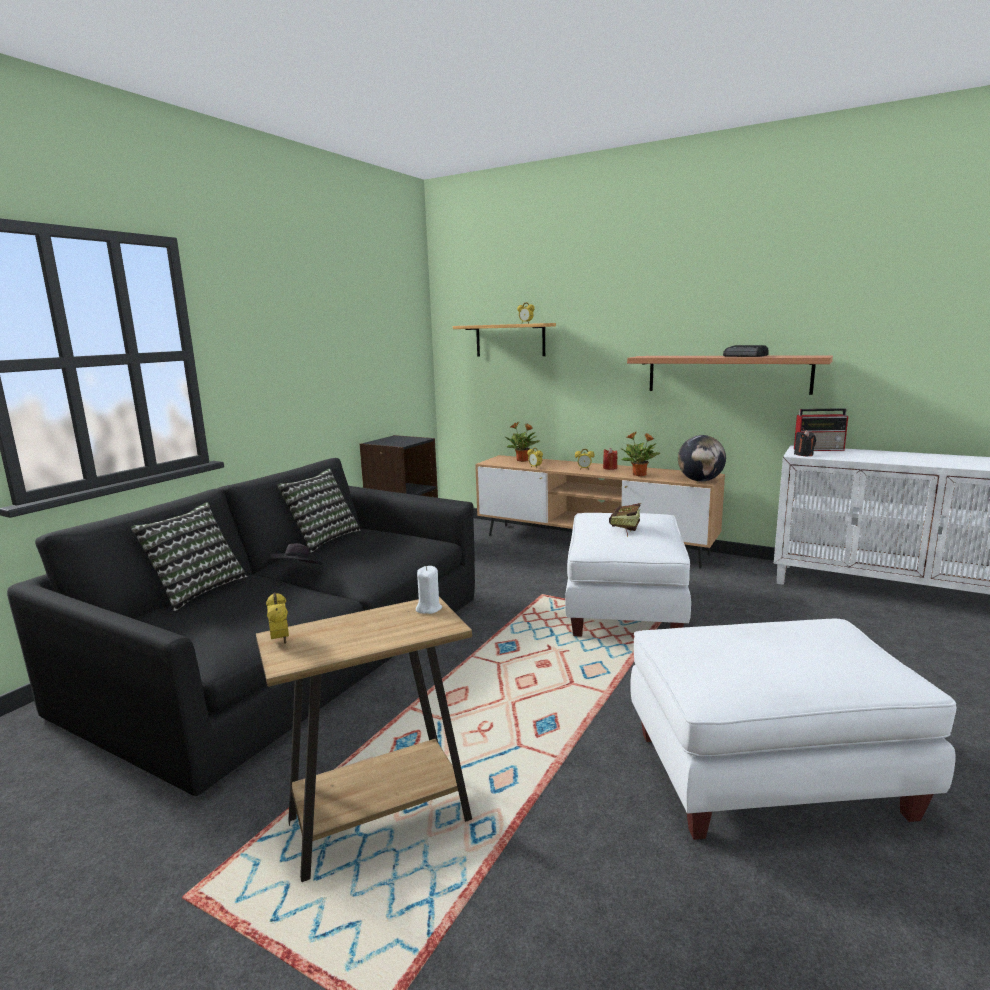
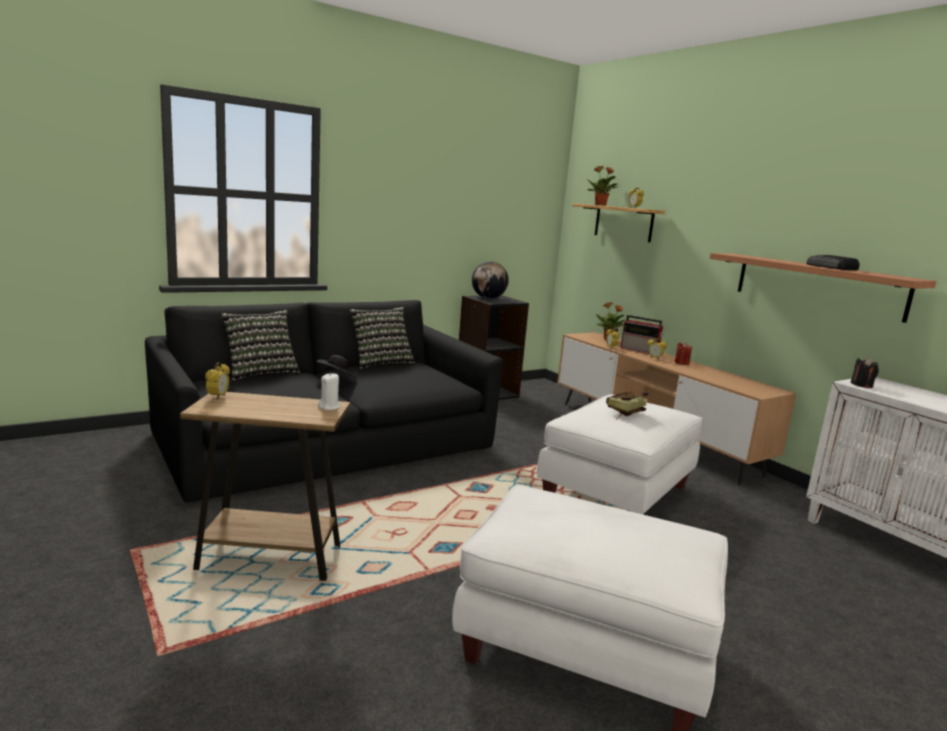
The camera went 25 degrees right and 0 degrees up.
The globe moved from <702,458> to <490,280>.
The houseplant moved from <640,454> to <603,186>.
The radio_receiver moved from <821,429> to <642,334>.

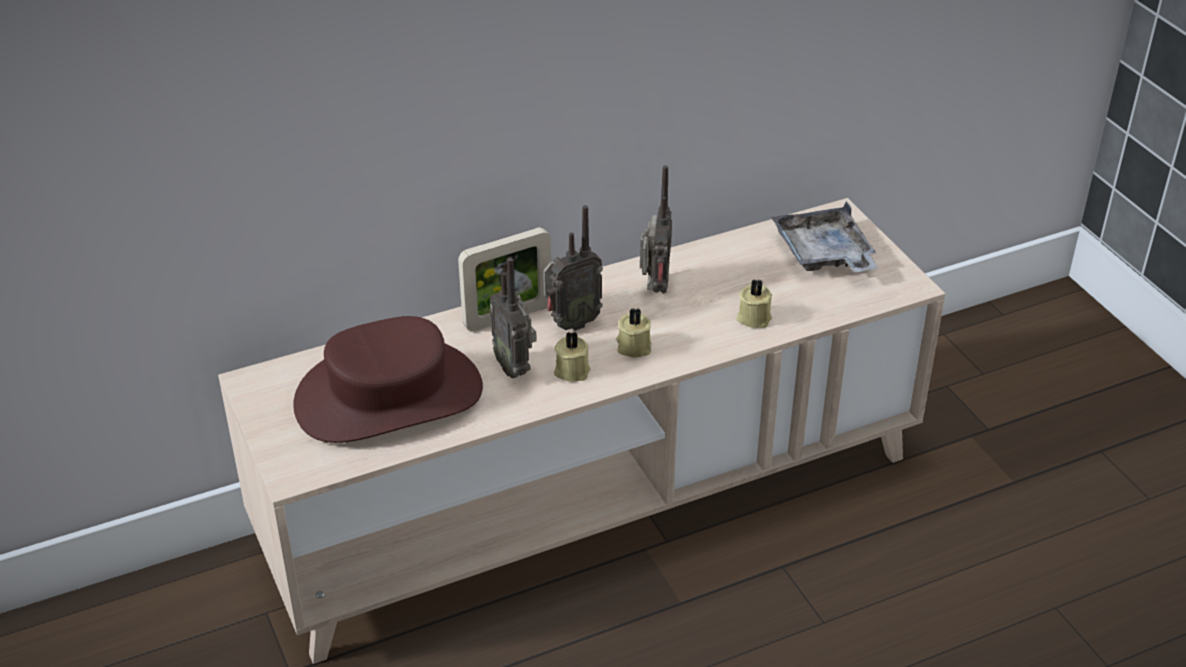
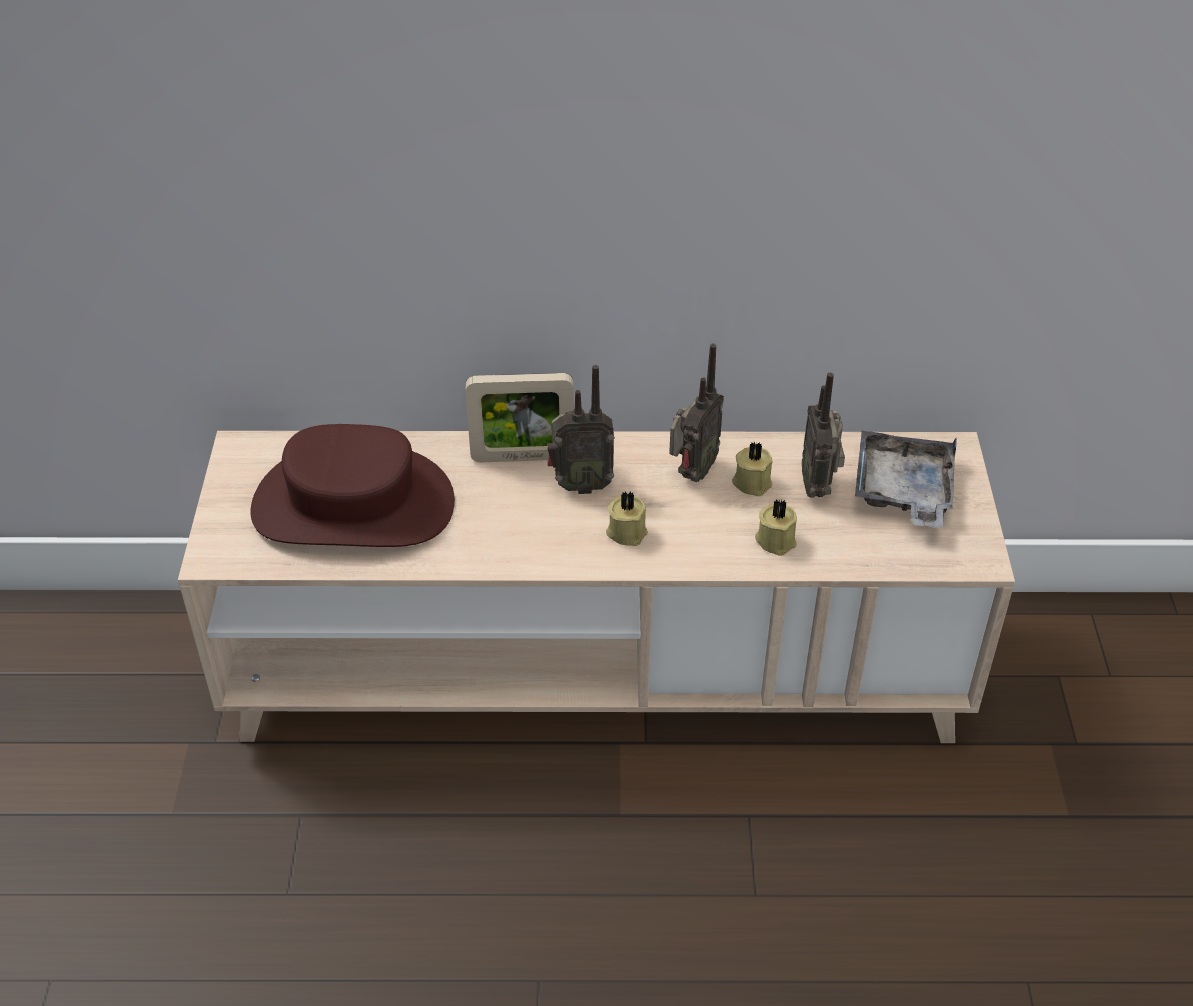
The camera went 25 degrees right and 5 degrees up.
The beige-coloured_wax_candle moved from <572,356> to <752,469>.
The radio_receiver moved from <513,318> to <823,435>.

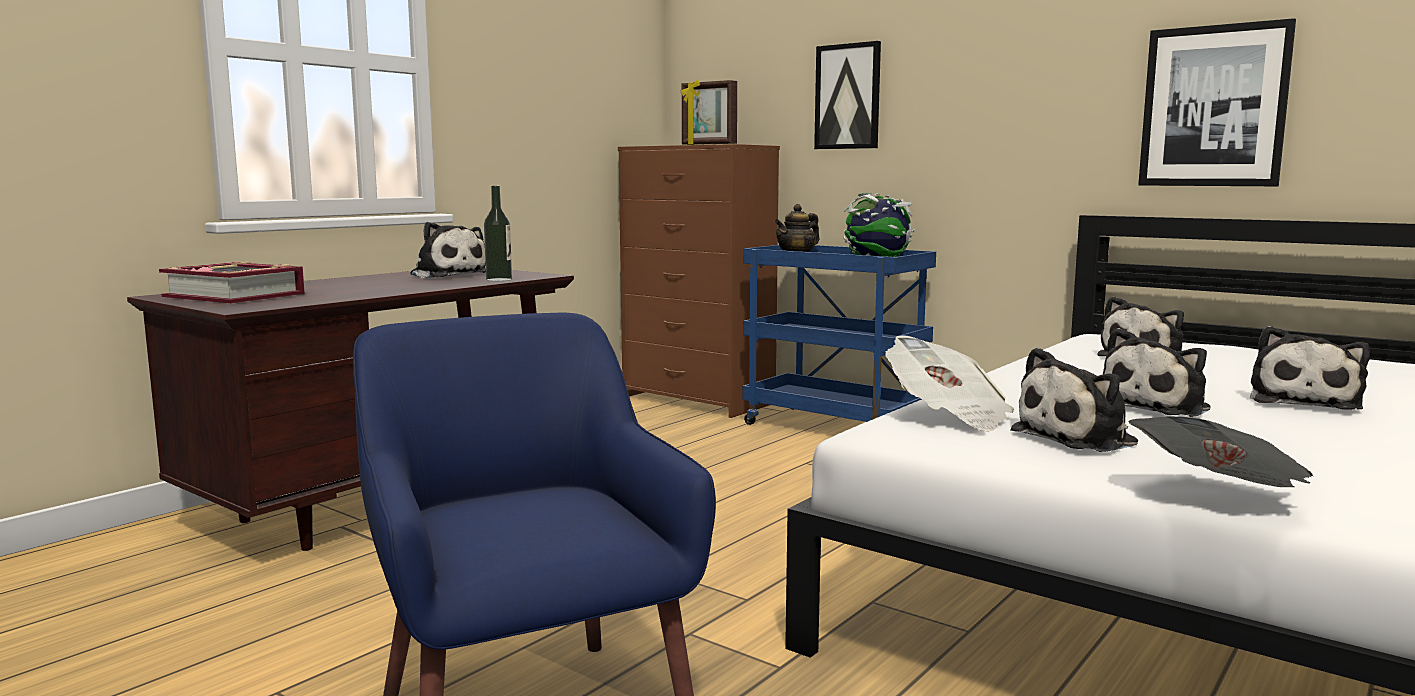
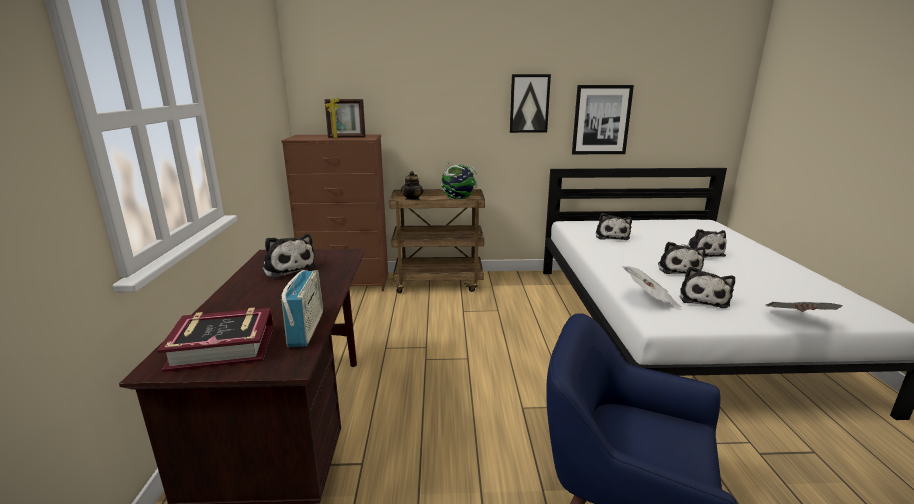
The camera went 40 degrees left and 10 degrees up.
The cuddly_toy at <448,250> turned 45 degrees clockwise.
The radio_receiver at <302,308> appeared.
The bluish_cart at <839,335> became the brownish_cart at <437,241>.
The wall_picture moved from <847,95> to <530,103>.
The bottle at <498,233> disappeared.

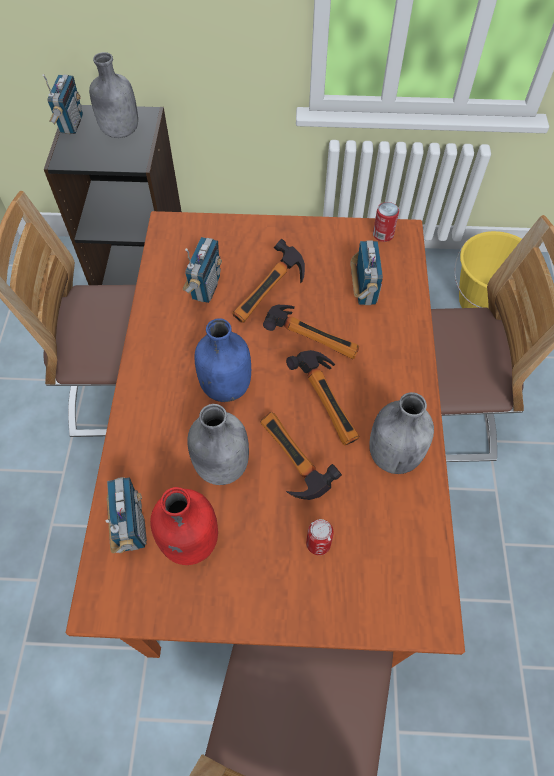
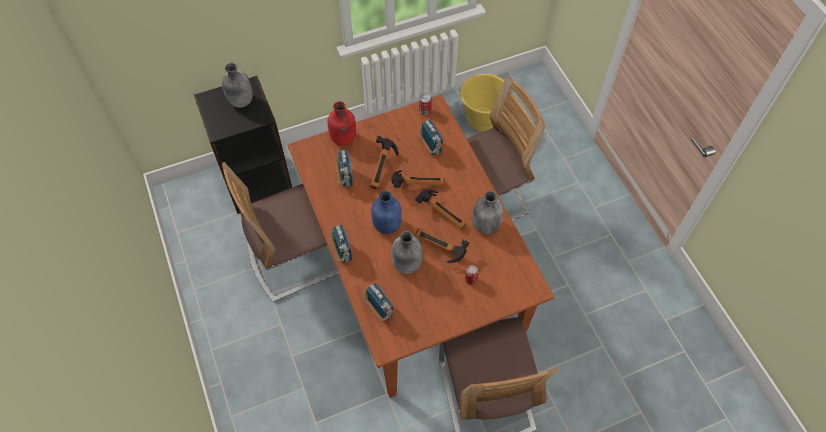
The camera went 25 degrees left and 0 degrees up.
The red_bottle moved from <184,526> to <342,124>.
The radio_receiver moved from <62,104> to <341,244>.

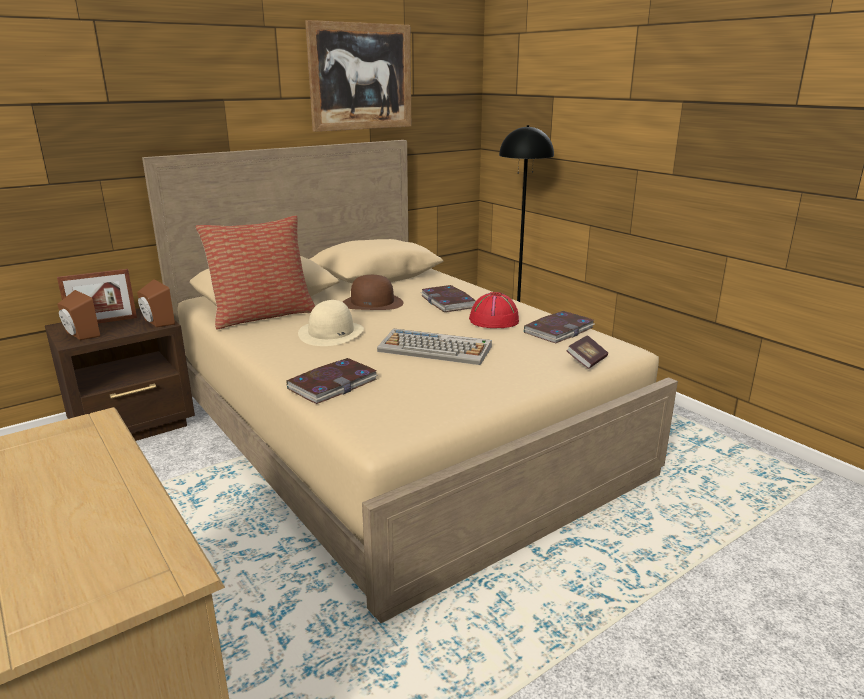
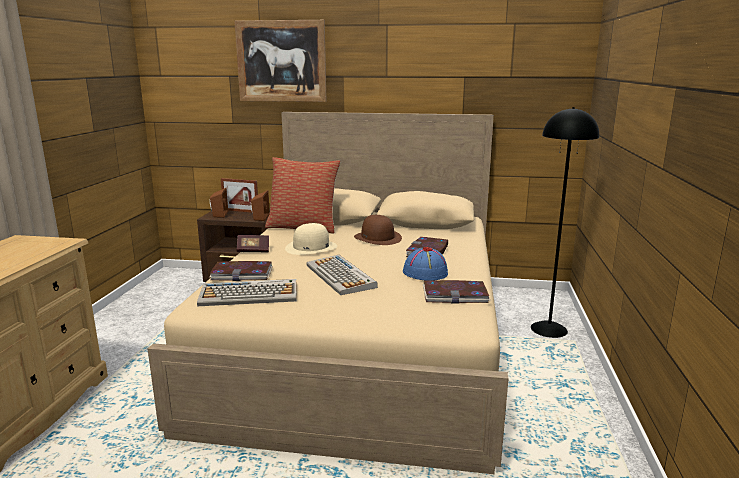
The camera went 45 degrees right and 5 degrees down.
The keyboard at <247,292> appeared.
The wall_picture moved from <358,76> to <280,61>.
The volume moved from <587,352> to <252,244>.
The red_clothing_hat at <494,310> became the bluish_clothing_hat at <425,264>.

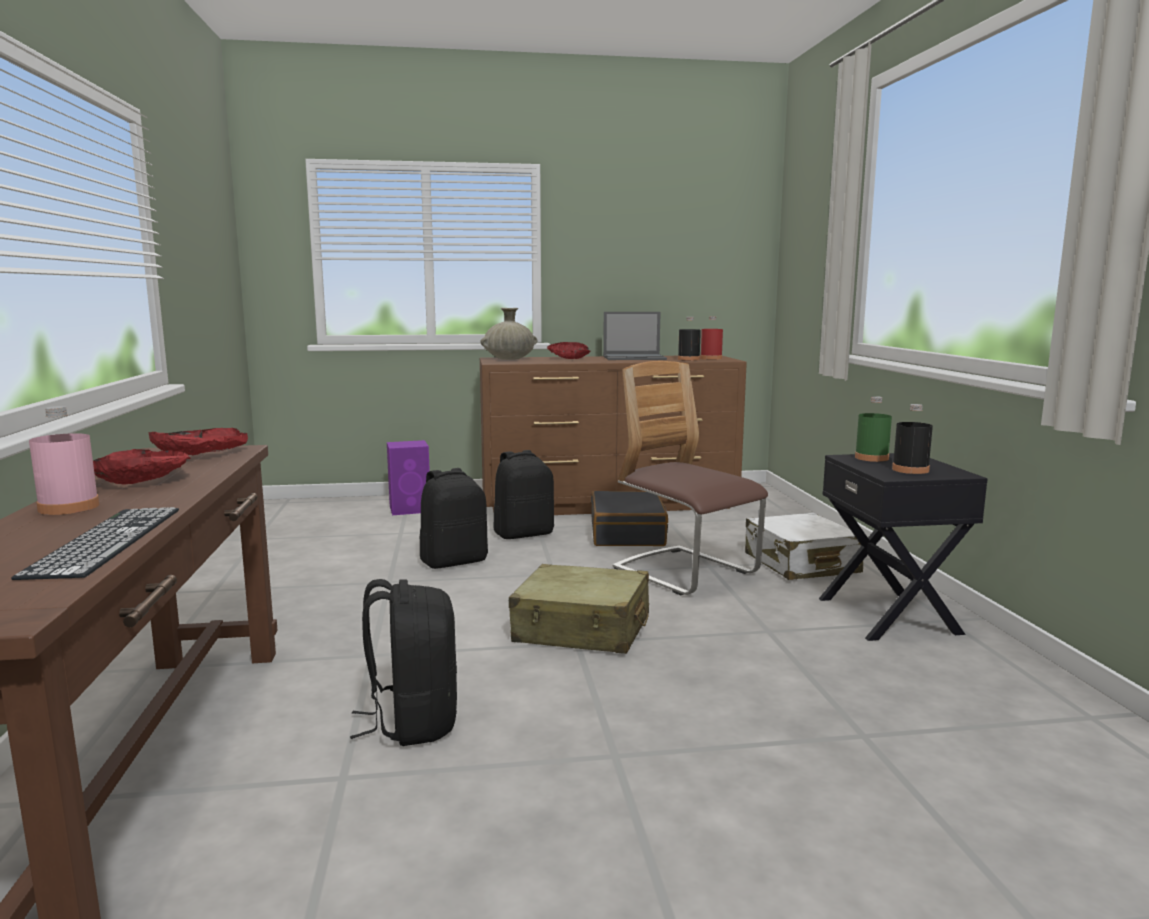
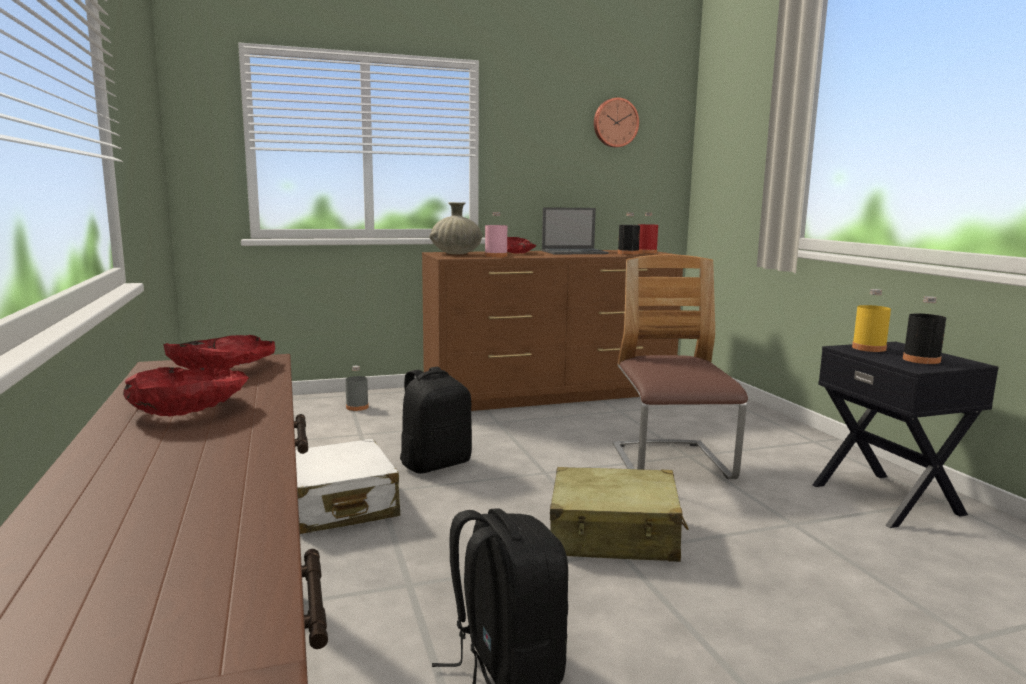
The camera went 10 degrees left and 0 degrees up.
The white_suitcase moved from <804,546> to <347,486>.
The purple-coloured_speaker at <408,477> was replaced by the greyish_bottle at <357,388>.
The pink-coloured_bottle moved from <64,460> to <496,235>.
The hanging_clock at <616,122> appeared.
The plain_chair at <690,478> turned 45 degrees clockwise.
The greenish_bottle at <873,429> became the yellow_bottle at <871,320>.
The keyboard at <95,543> disappeared.
The black_knapsack at <524,494> disappeared.
The black_suitcase at <629,518> disappeared.

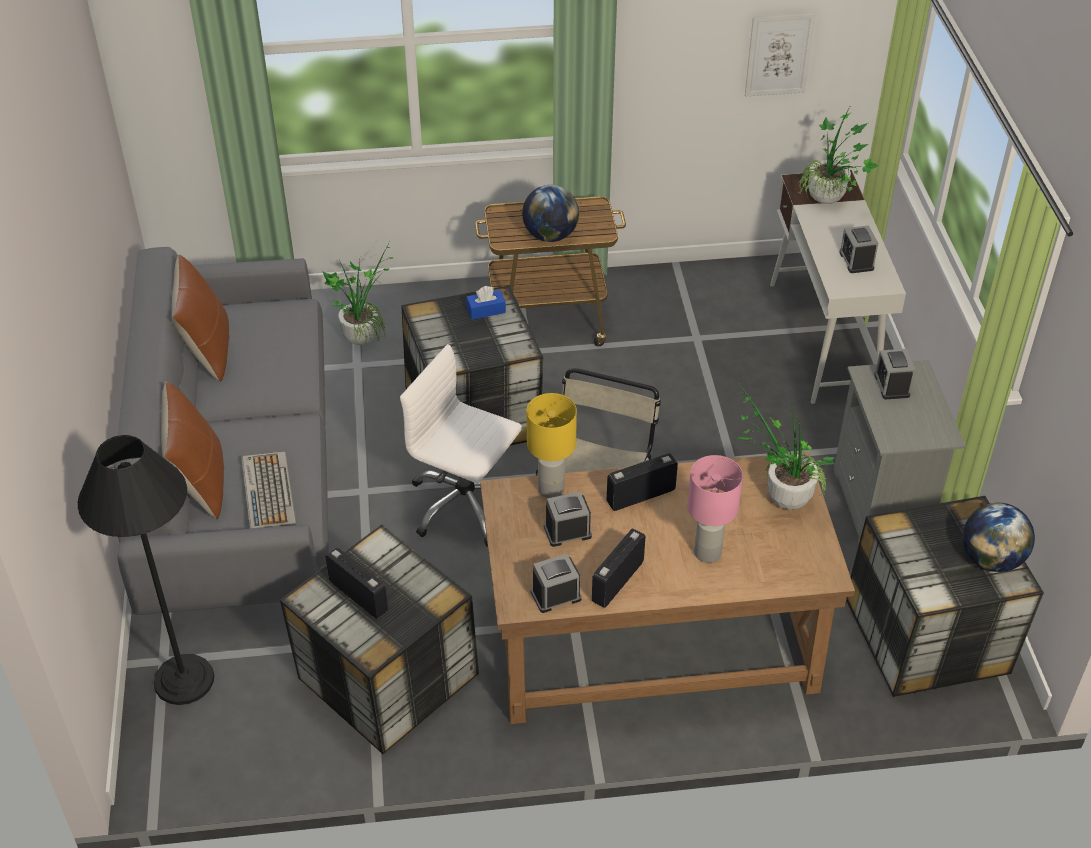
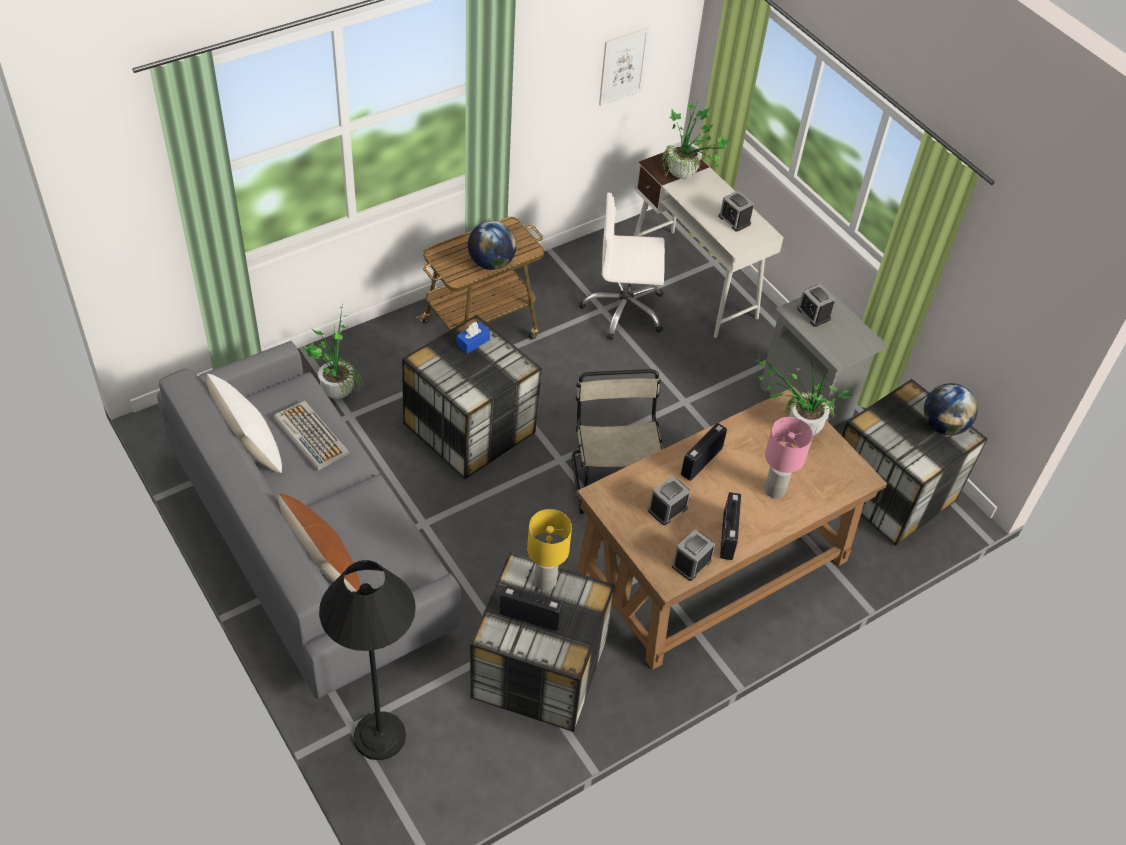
The camera went 30 degrees left and 5 degrees up.
The brownish_throw_pillow at <200,318> became the white_throw_pillow at <244,423>.
The keyboard moved from <268,490> to <312,436>.
The yellow_table_lamp moved from <551,445> to <549,549>.
The white_desk_chair moved from <461,445> to <622,266>.

